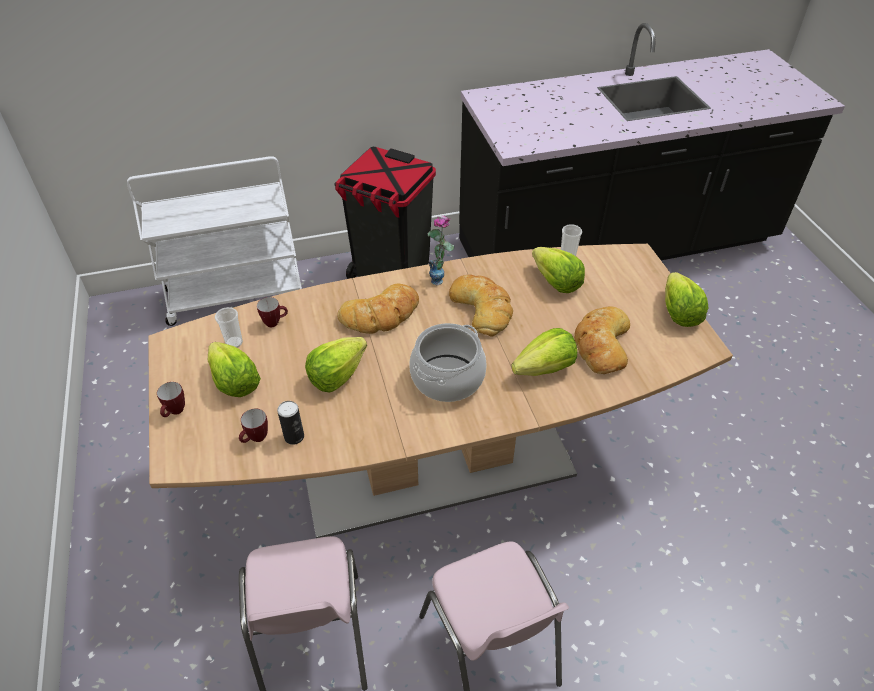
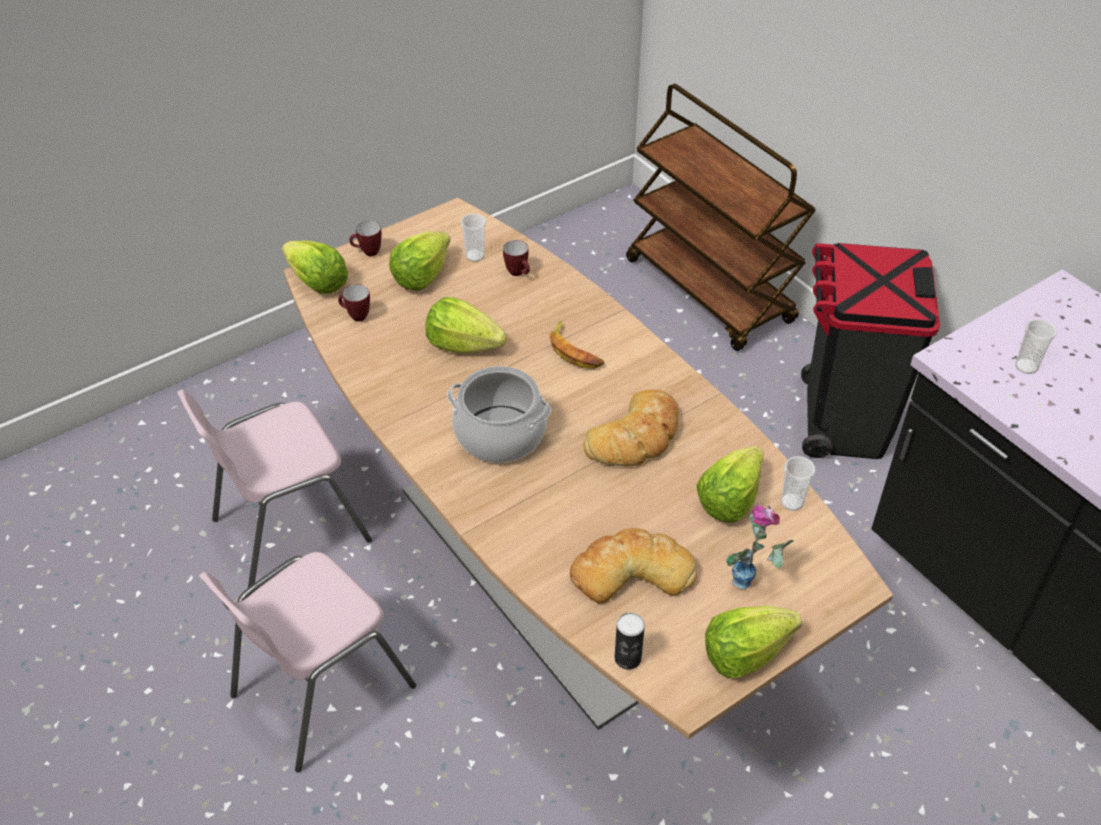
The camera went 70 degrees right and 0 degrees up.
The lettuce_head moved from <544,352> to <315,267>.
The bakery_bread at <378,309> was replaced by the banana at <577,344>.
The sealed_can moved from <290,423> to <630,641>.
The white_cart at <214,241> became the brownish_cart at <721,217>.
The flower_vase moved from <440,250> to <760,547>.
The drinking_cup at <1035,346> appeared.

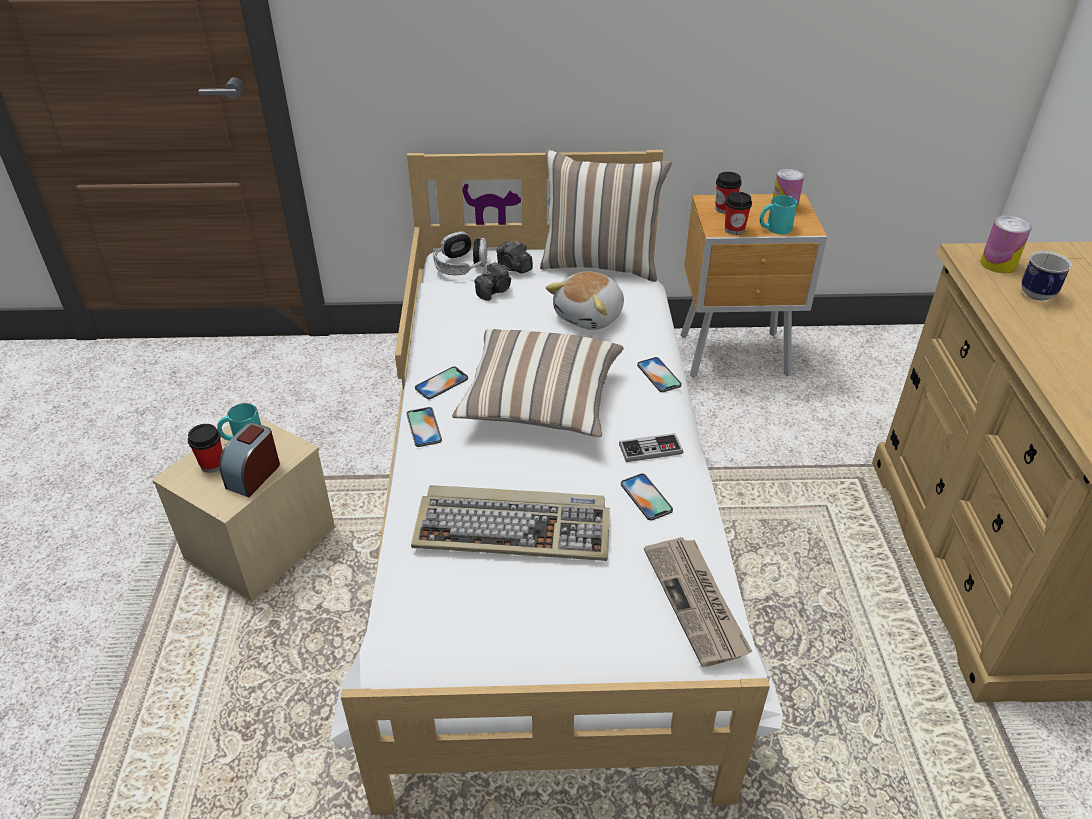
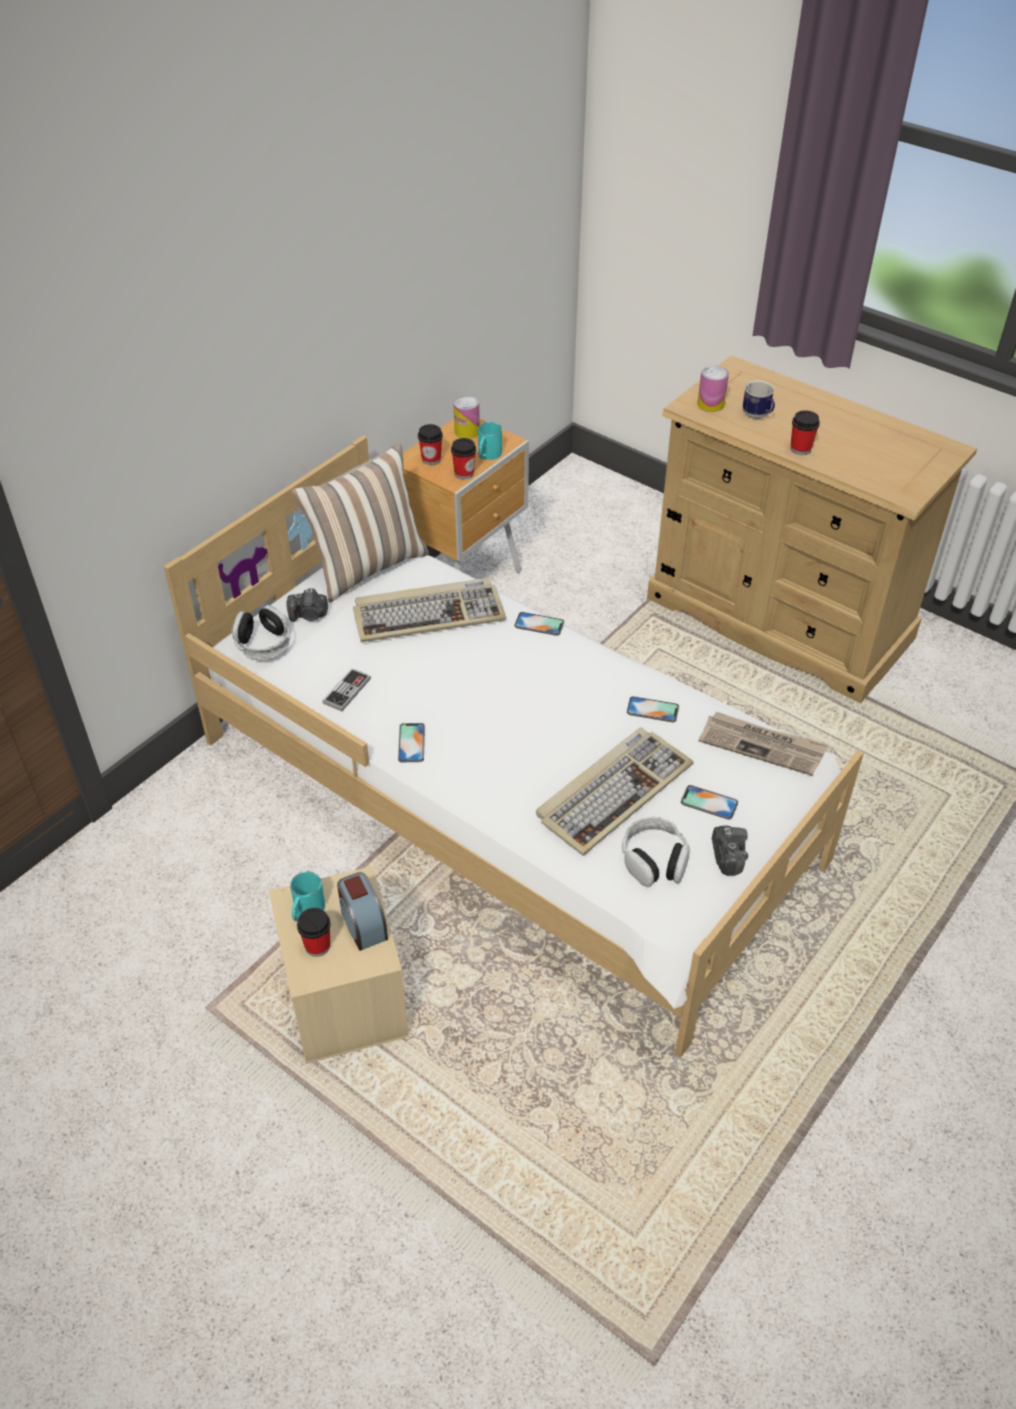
The camera went 50 degrees left and 5 degrees up.
The gamepad moved from <651,447> to <347,689>.
The cuddly_toy at <585,300> was replaced by the keyboard at <429,610>.
The headset at <656,852> appeared.
The handset moved from <424,427> to <709,802>.
The still_camera moved from <492,281> to <730,850>.
The drinking_cup at <805,432> appeared.
The throw_pillow at <538,383> disappeared.

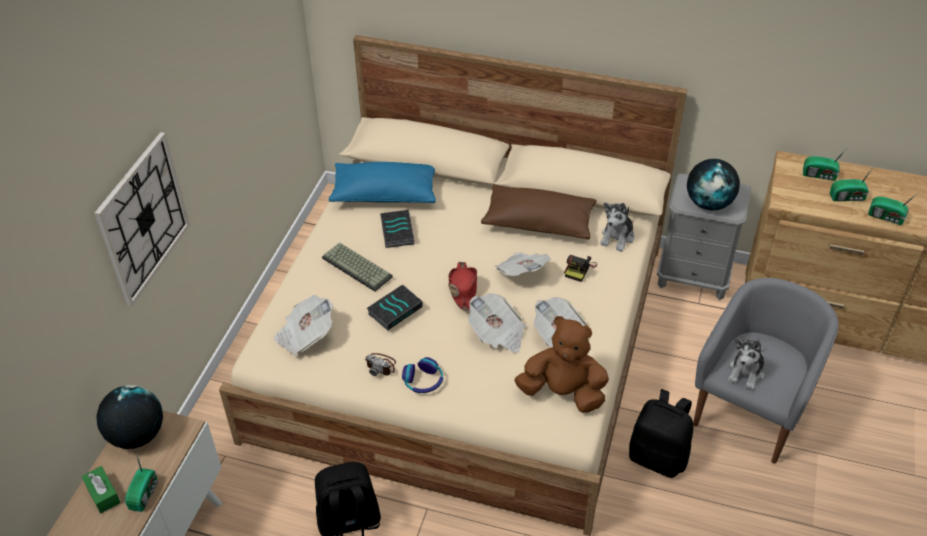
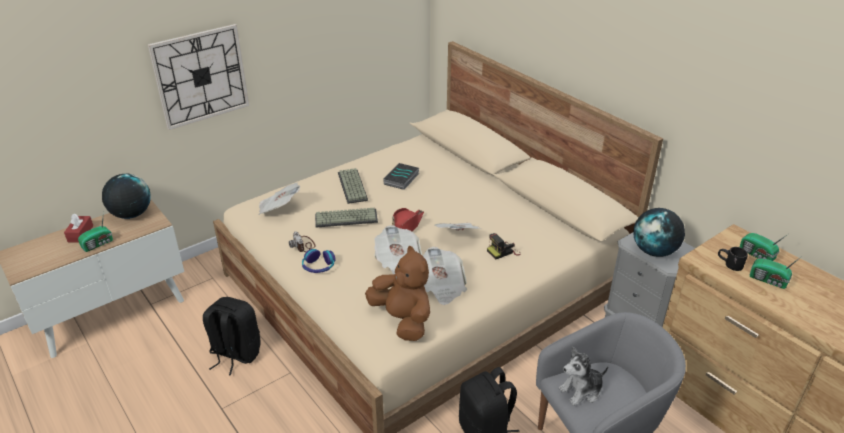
The camera went 35 degrees right and 10 degrees down.
The greenish_box_of_tissues at <101,489> became the red_box_of_tissues at <78,228>.
The volume at <394,307> was replaced by the keyboard at <346,218>.
The black_mug at <733,259> appeared.
The bluish_throw_pillow at <382,182> disappeared.
The brownish_throw_pillow at <539,212> disappeared.
The cuddly_toy at <617,227> disappeared.
The radio_receiver at <893,209> disappeared.

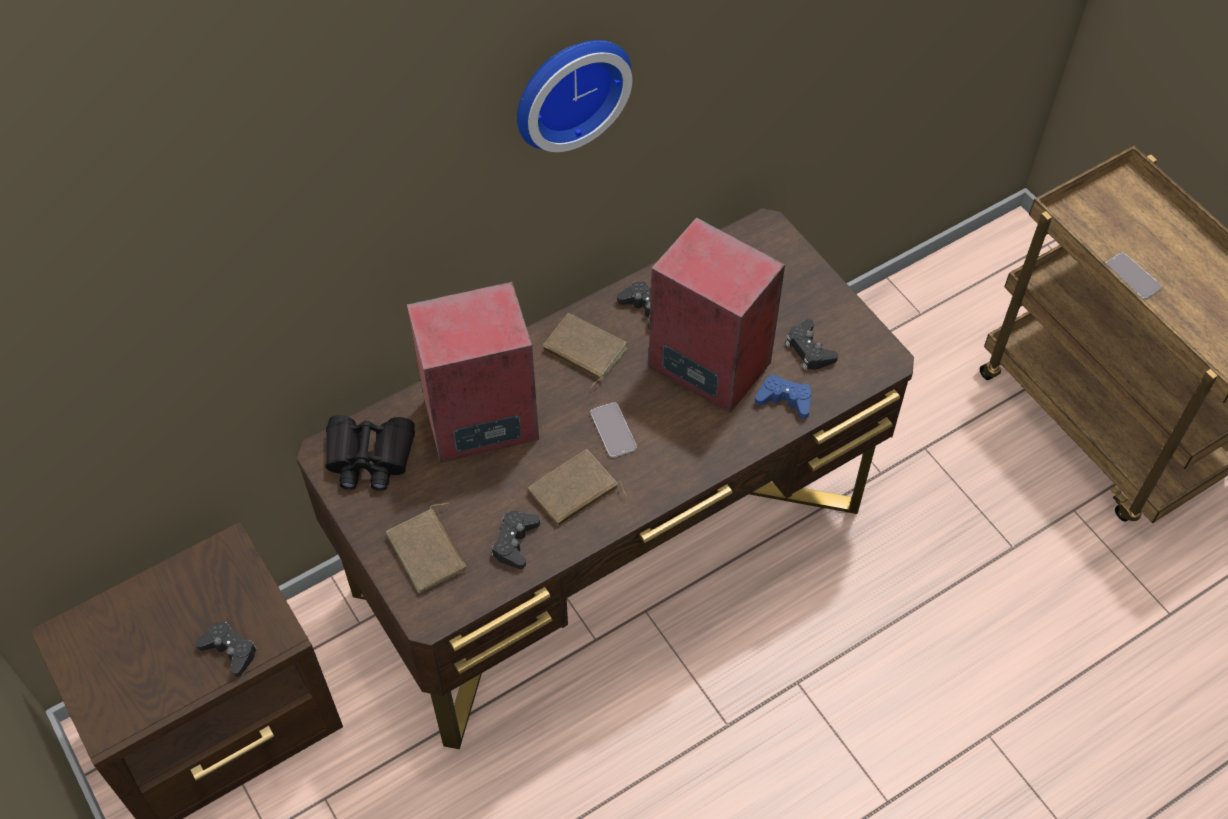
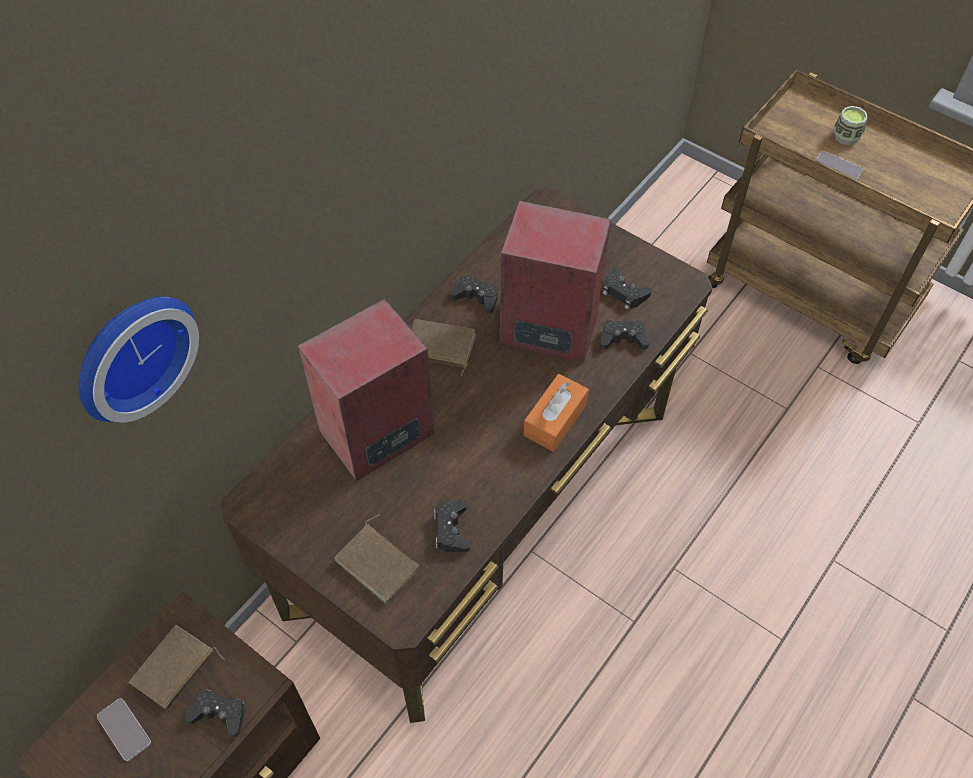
The camera went 20 degrees left and 0 degrees up.
The hanging_clock moved from <574,96> to <138,360>.
The handset moved from <614,430> to <124,730>.
The brownish_volume moved from <578,487> to <176,667>.
The orange-coloured_box_of_tissues at <556,413> appeared.
The bluish_gamepad at <783,396> became the black_gamepad at <624,335>.
The drinking_cup at <851,125> appeared.
The black_field_glasses at <370,453> disappeared.

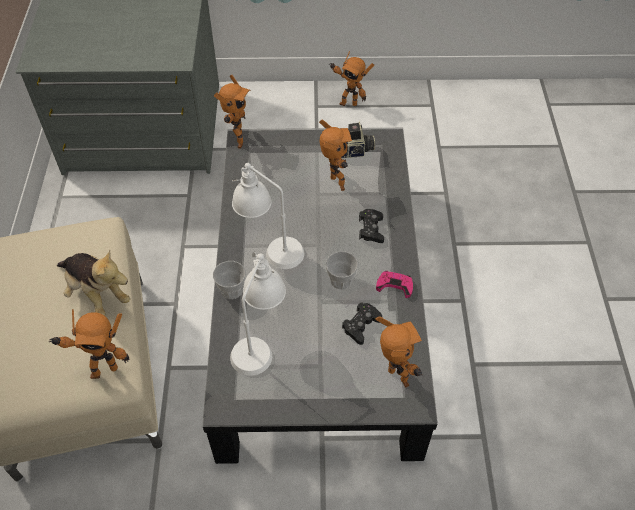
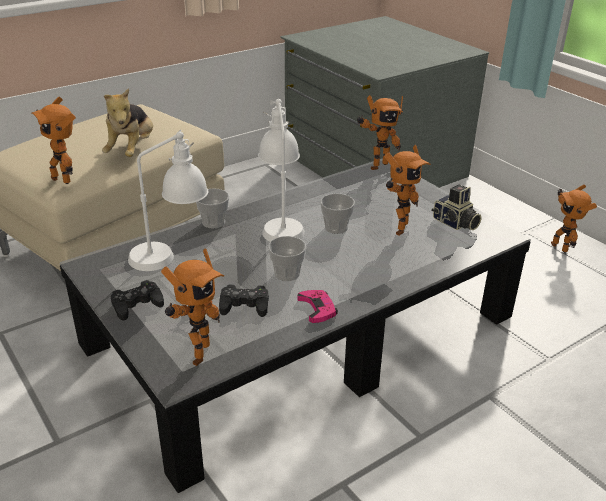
The camera went 55 degrees right and 20 degrees down.
The black_gamepad moved from <371,226> to <137,300>.
The drinking_cup at <337,213> appeared.

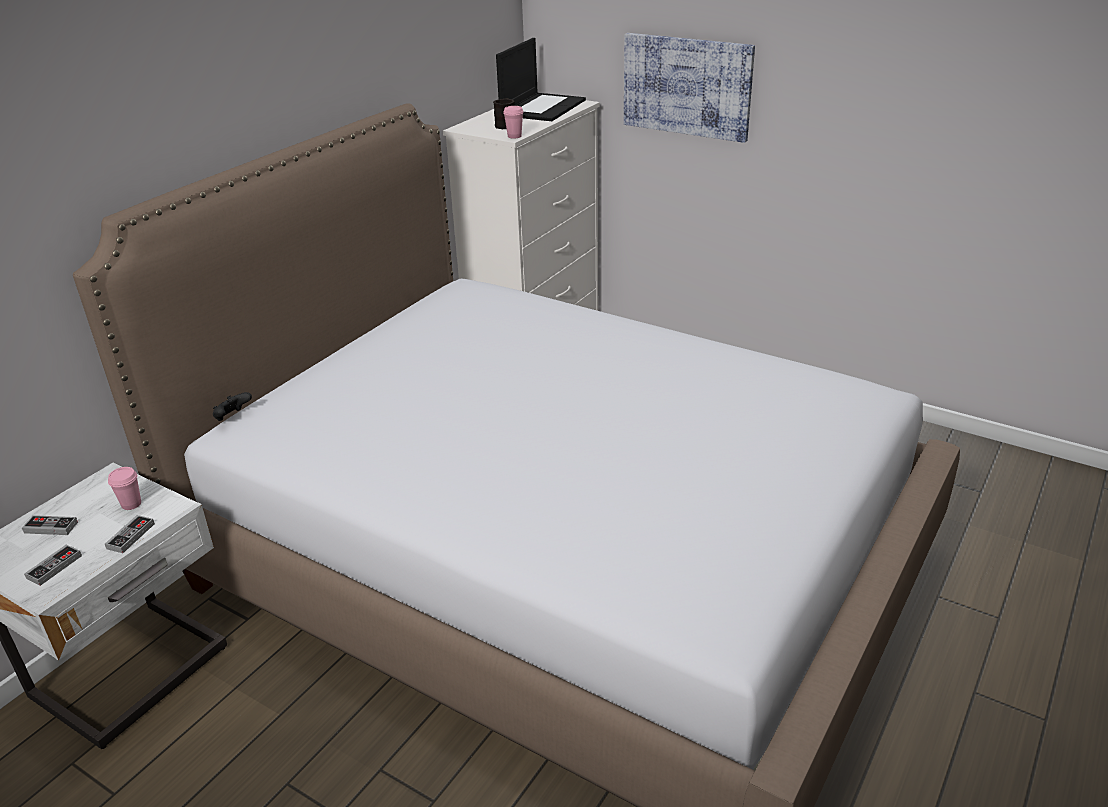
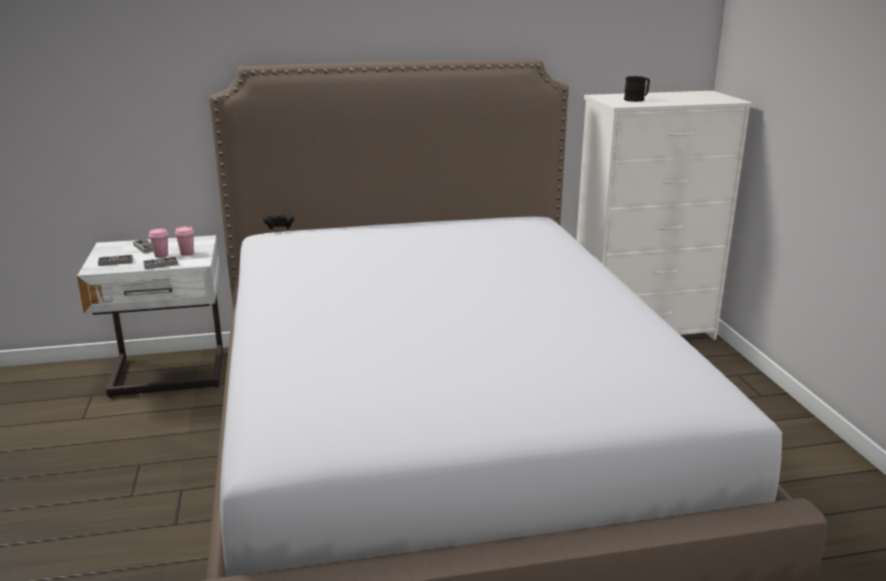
The camera went 45 degrees right and 10 degrees down.
The pink-coloured_drinking_cup moved from <513,122> to <158,243>.
The portable_computer at <541,79> disappeared.
The wall_picture at <689,88> disappeared.

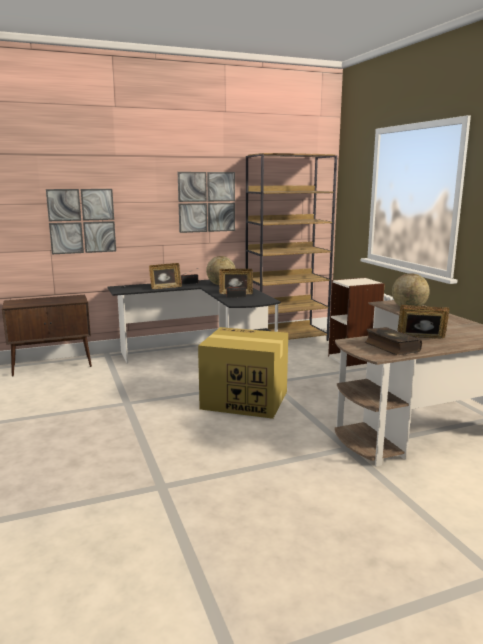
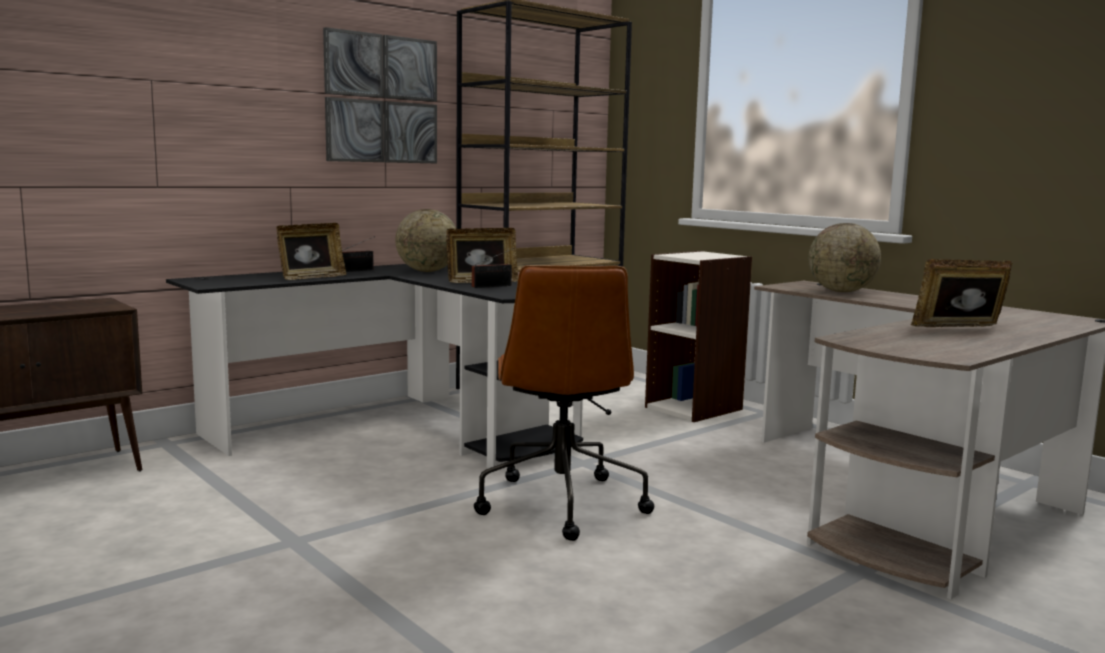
The camera went 20 degrees left and 5 degrees down.
The carton at <243,373> was replaced by the brownish_desk_chair at <564,403>.
The wall_picture at <81,221> disappeared.
The volume at <393,341> disappeared.

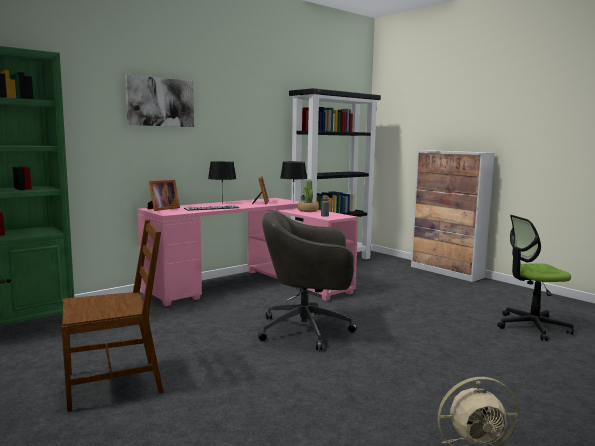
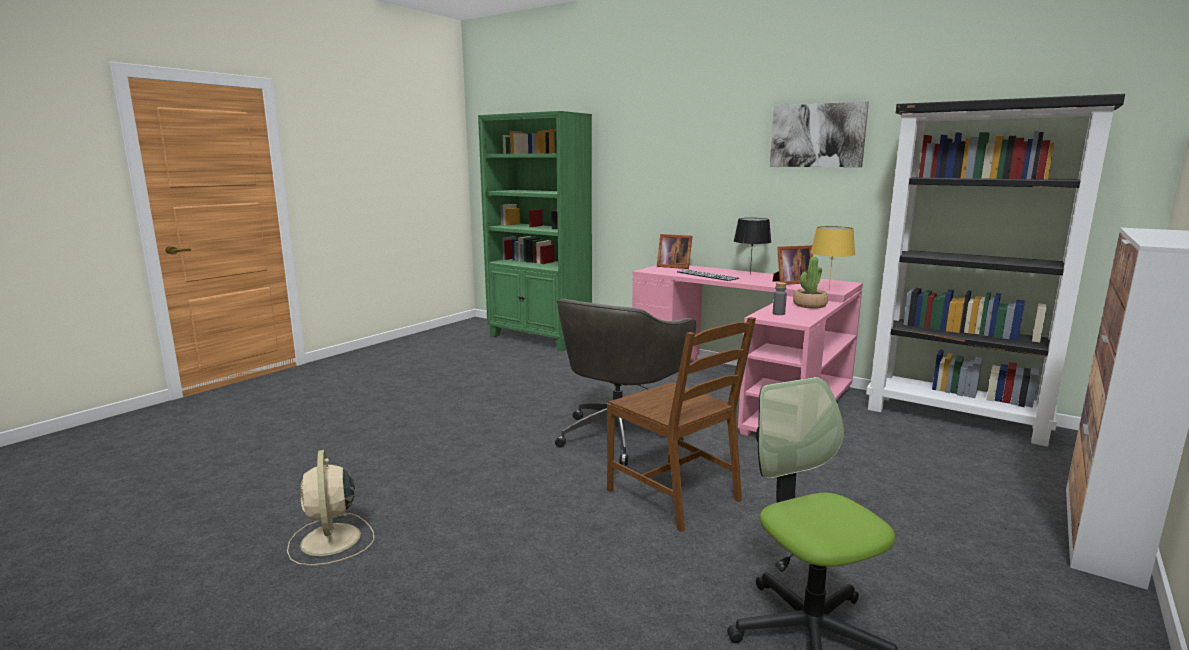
The camera went 75 degrees right and 5 degrees up.
The greyish_desk_chair at <307,281> turned 135 degrees counterclockwise.
The brownish_plain_chair moved from <113,316> to <681,424>.
The wall_picture moved from <159,101> to <819,134>.
The black_table_lamp at <293,181> became the yellow_table_lamp at <832,257>.

